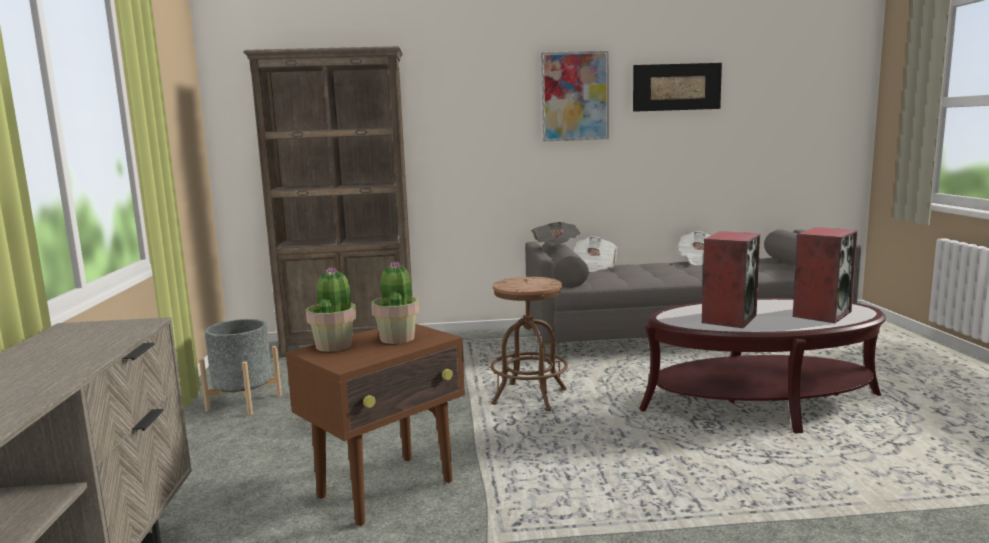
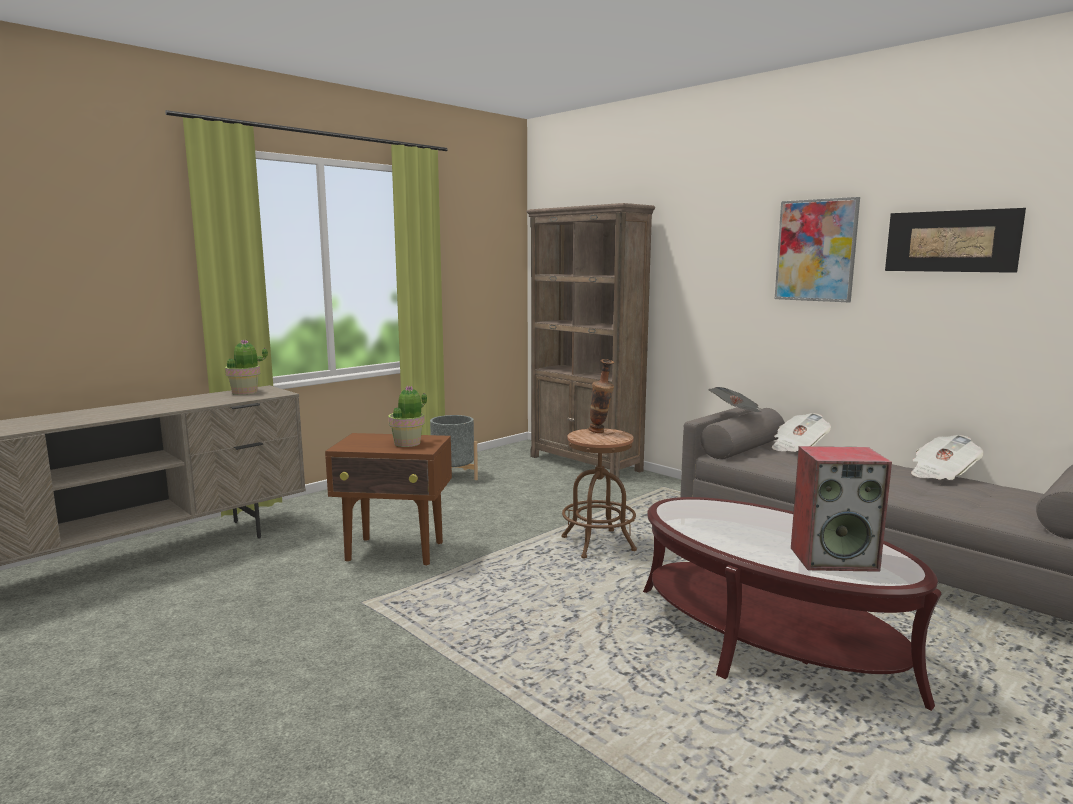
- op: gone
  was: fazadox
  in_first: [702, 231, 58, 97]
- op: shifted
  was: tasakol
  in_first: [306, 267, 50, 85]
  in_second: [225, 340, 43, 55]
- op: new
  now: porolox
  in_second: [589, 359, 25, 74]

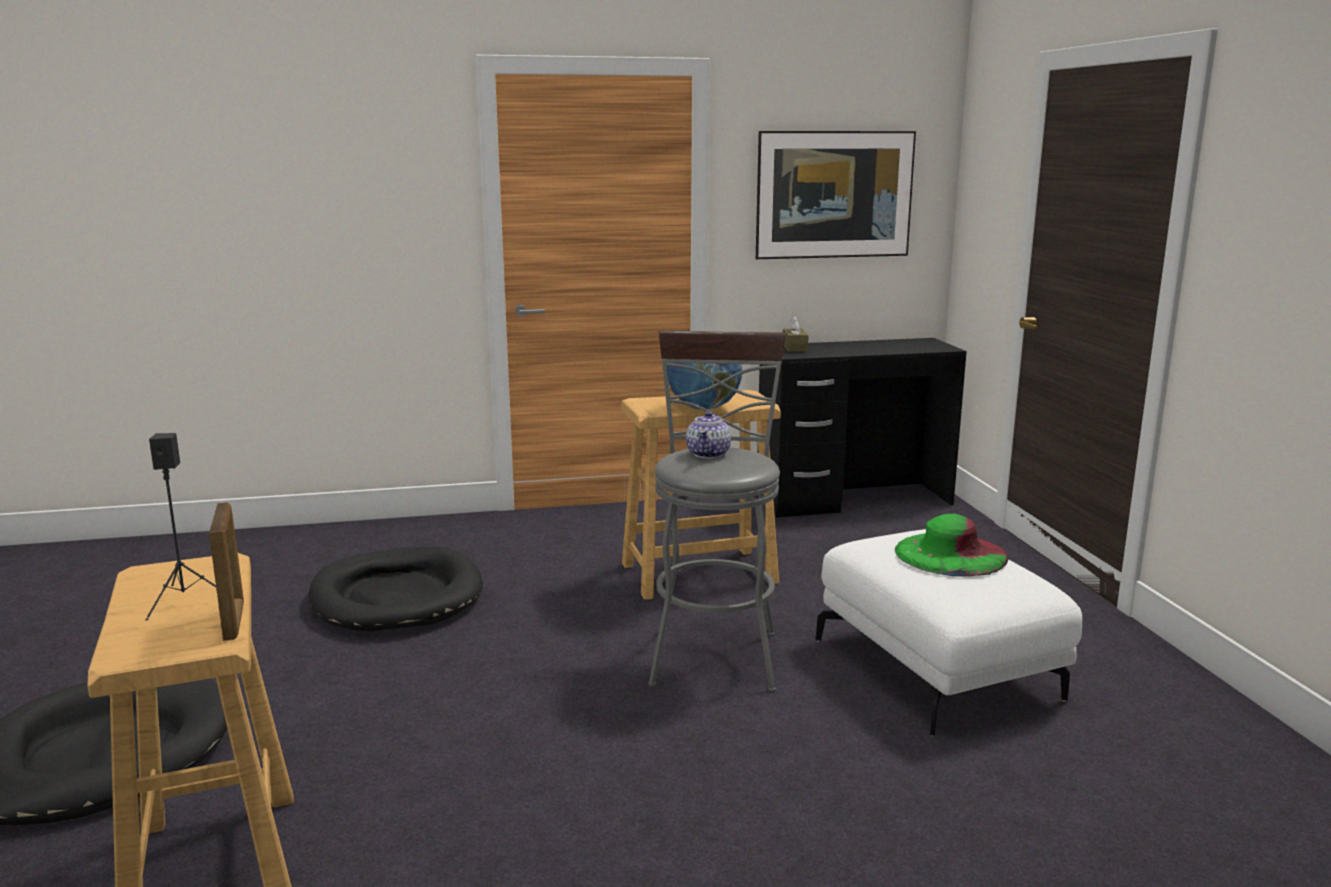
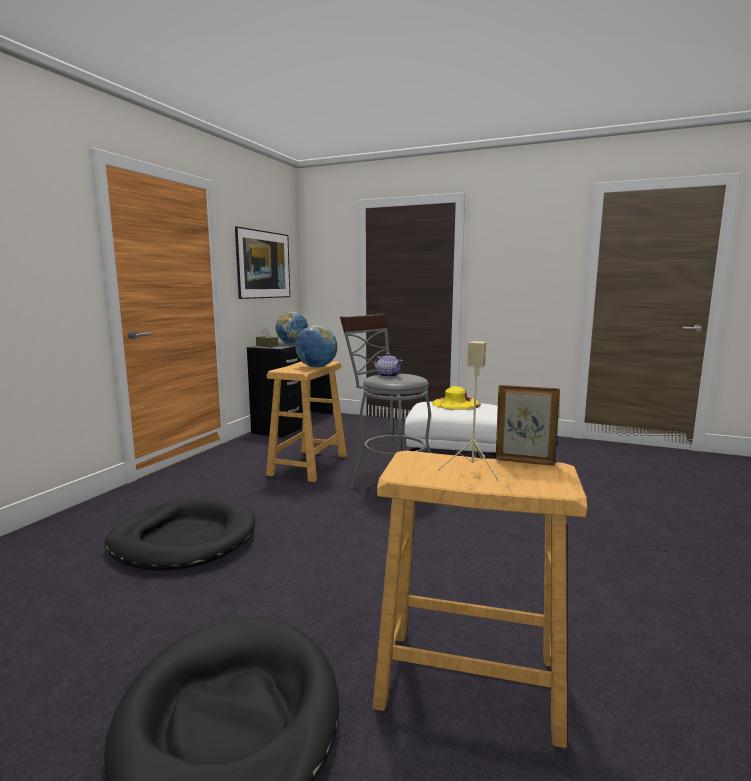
- op: repainted
  was: black fazadox
  now: beige fazadox
  in_first: [145, 433, 71, 187]
  in_second: [438, 341, 61, 140]
- op: repainted
  was: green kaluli
  now: yellow kaluli
  in_first: [895, 514, 113, 63]
  in_second: [432, 386, 49, 24]
- op: new
  now: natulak
  in_second: [276, 311, 32, 33]

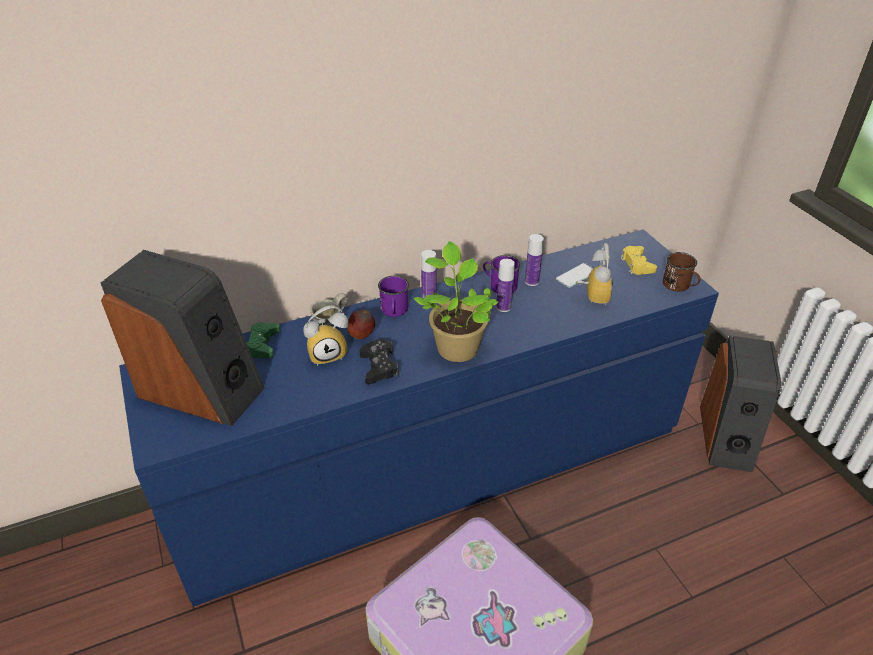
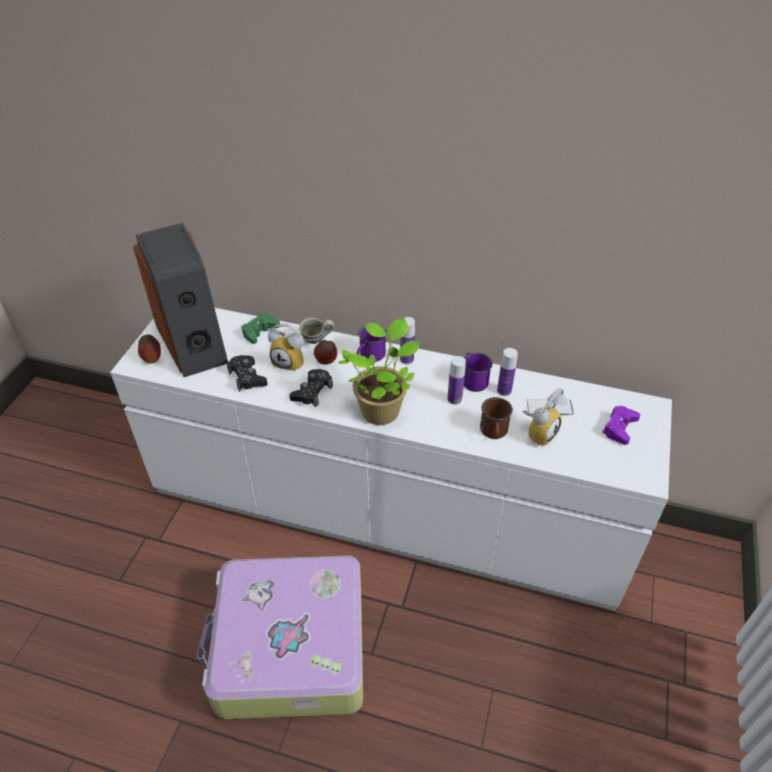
- op: repainted
  was: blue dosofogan
  now: white dosofogan
  in_first: [119, 229, 600, 378]
  in_second: [110, 308, 562, 303]
- op: repainted
  was: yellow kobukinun
  now: purple kobukinun
  in_first: [620, 246, 37, 29]
  in_second: [602, 406, 38, 39]
- op: shifted
  was: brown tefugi
  in_first: [663, 252, 38, 39]
  in_second: [480, 397, 33, 42]
- op: gone
  was: fazadox
  in_first: [700, 335, 81, 137]
- op: new
  now: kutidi
  in_second: [138, 334, 23, 30]
- op: new
  now: black kobukinun
  in_second: [227, 355, 40, 37]

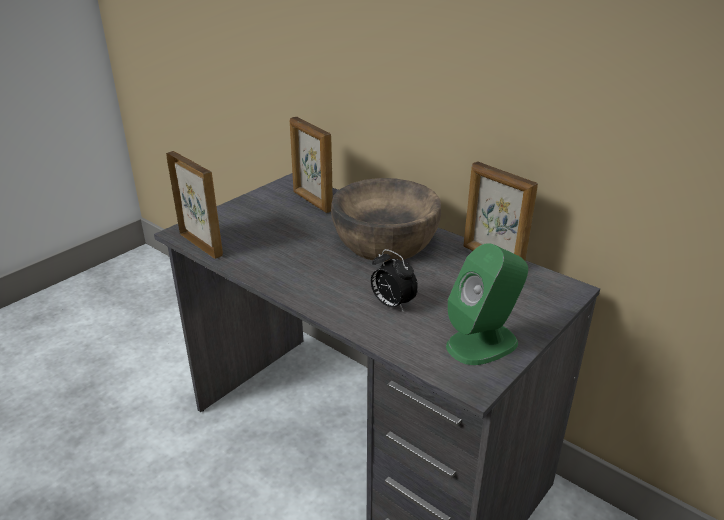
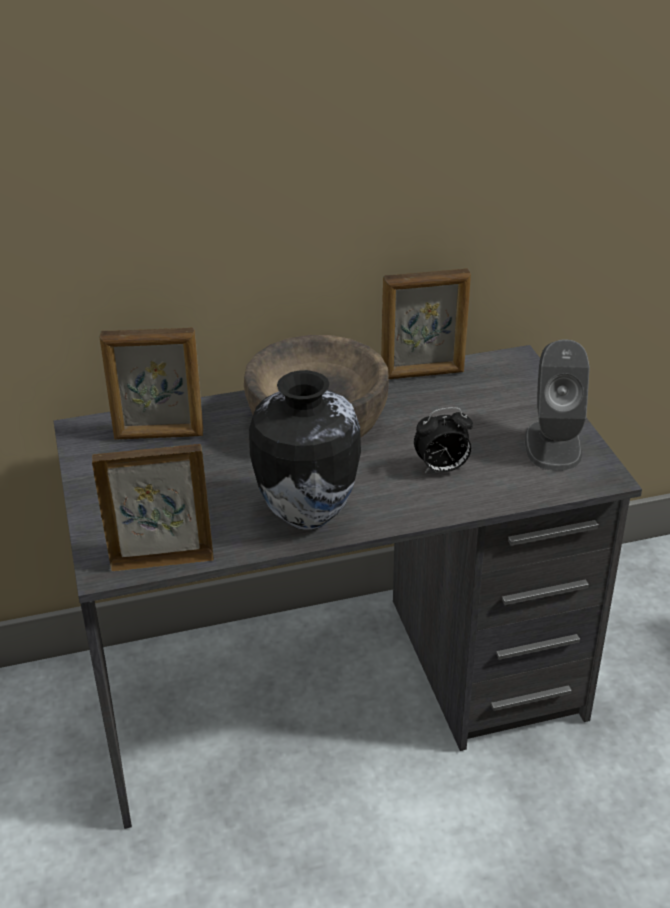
- op: repainted
  was: green fazadox
  now: grey fazadox
  in_first: [446, 243, 82, 122]
  in_second: [525, 339, 65, 132]
- op: new
  now: porolox
  in_second: [249, 370, 112, 160]

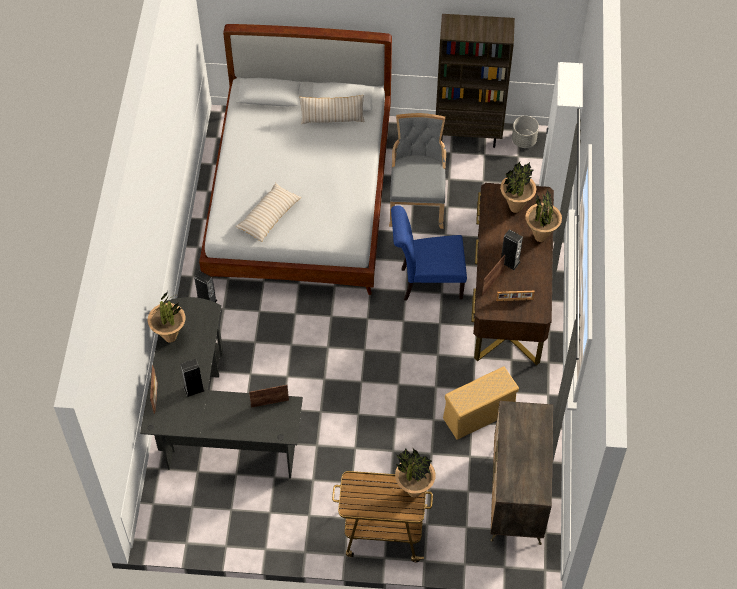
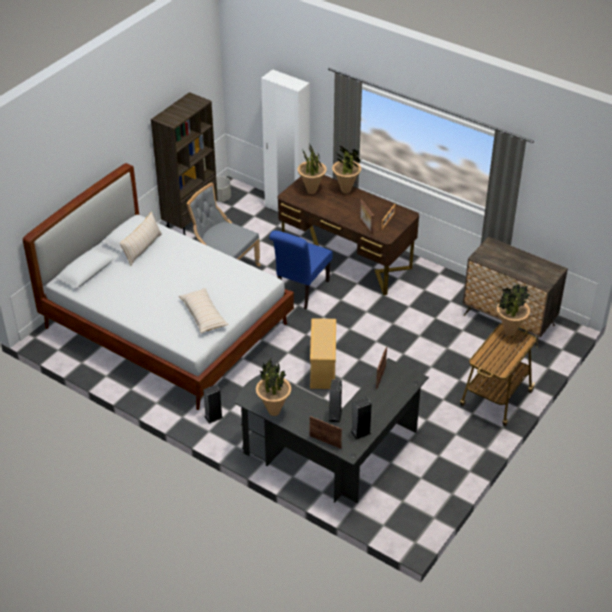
- op: shifted
  was: fazadox
  in_first: [501, 229, 22, 41]
  in_second: [350, 397, 22, 42]
- op: shifted
  was: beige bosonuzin
  in_first: [443, 366, 76, 74]
  in_second: [310, 318, 26, 71]

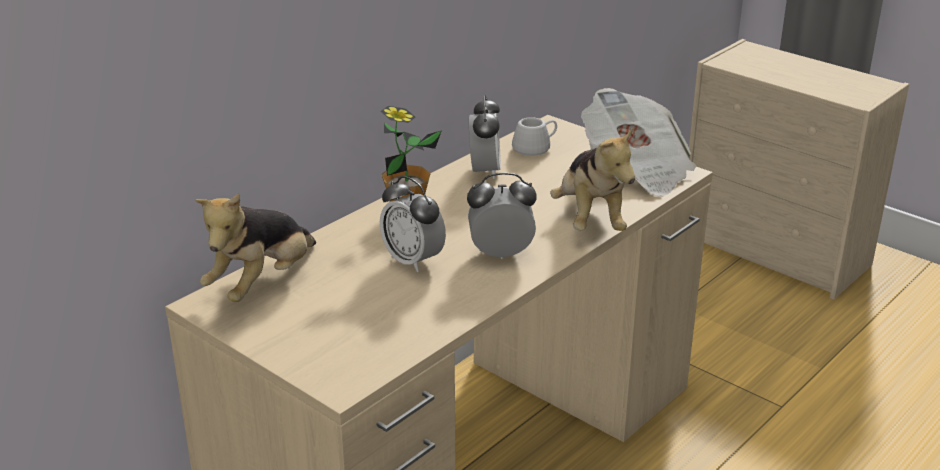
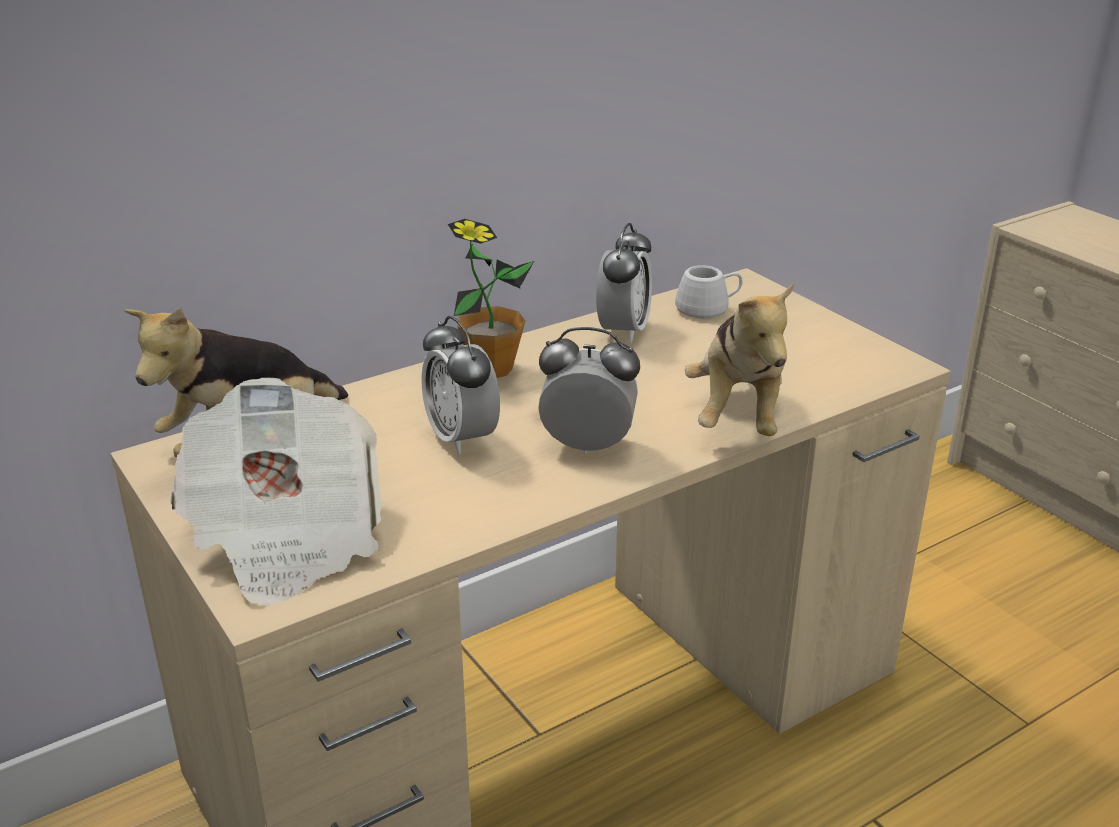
- op: shifted
  was: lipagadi
  in_first: [581, 88, 115, 109]
  in_second: [169, 378, 212, 228]

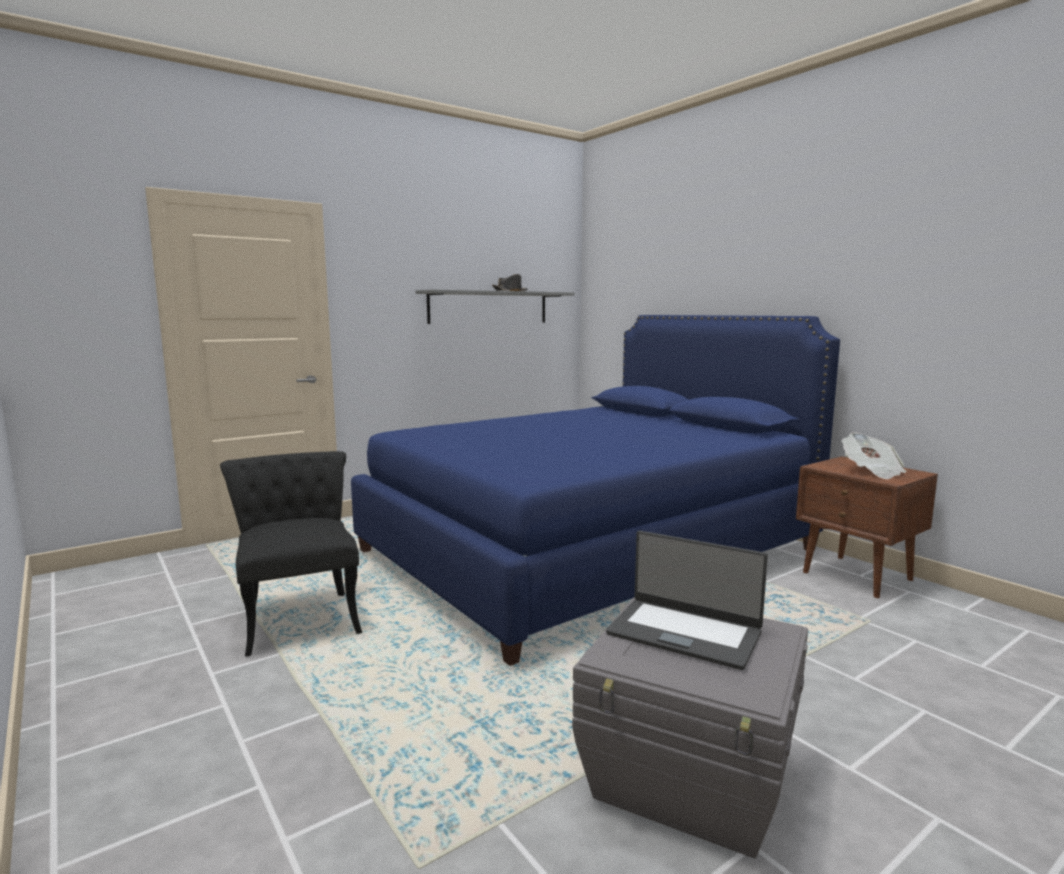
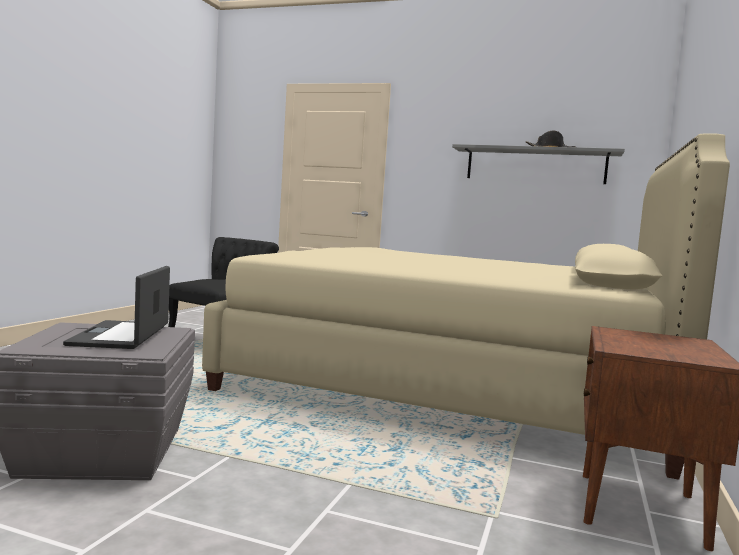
- op: repainted
  was: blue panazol
  now: beige panazol
  in_first: [351, 315, 489, 351]
  in_second: [202, 133, 528, 347]
- op: gone
  was: lipagadi
  in_first: [842, 433, 65, 46]

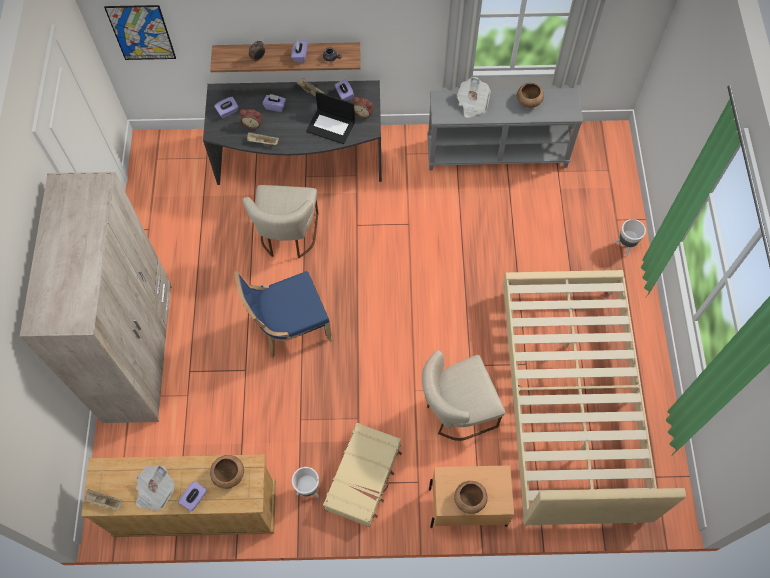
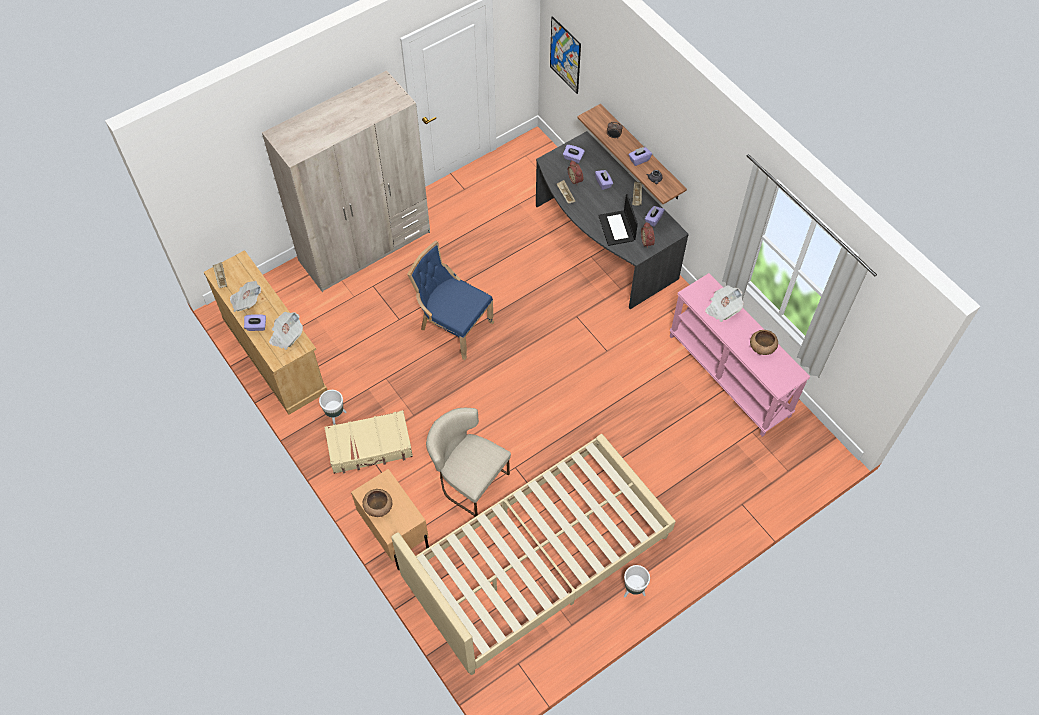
- op: repainted
  was: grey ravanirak
  now: pink ravanirak
  in_first: [427, 88, 156, 82]
  in_second: [670, 273, 140, 164]
- op: gone
  was: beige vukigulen
  in_first: [243, 185, 75, 73]
- op: shifted
  was: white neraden
  in_first: [615, 219, 31, 38]
  in_second: [624, 565, 26, 33]
- op: swapped
  was: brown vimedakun
  now: lipagadi
  in_first: [210, 455, 34, 34]
  in_second: [269, 312, 34, 38]

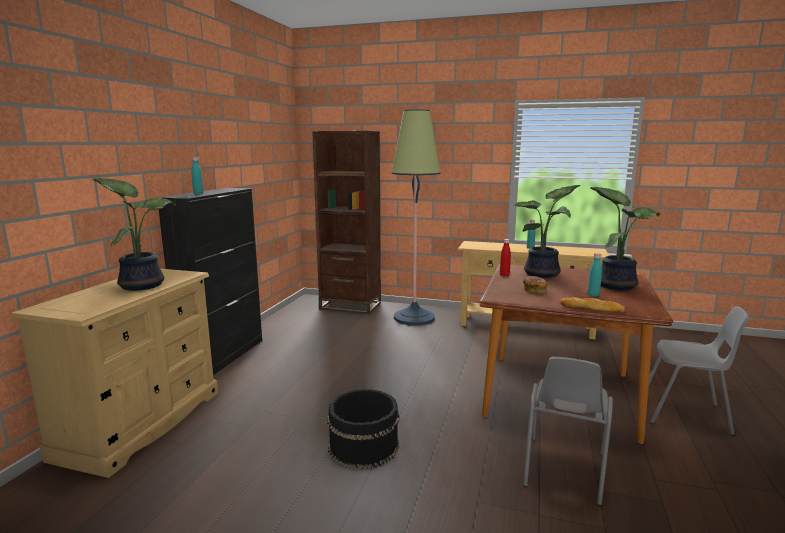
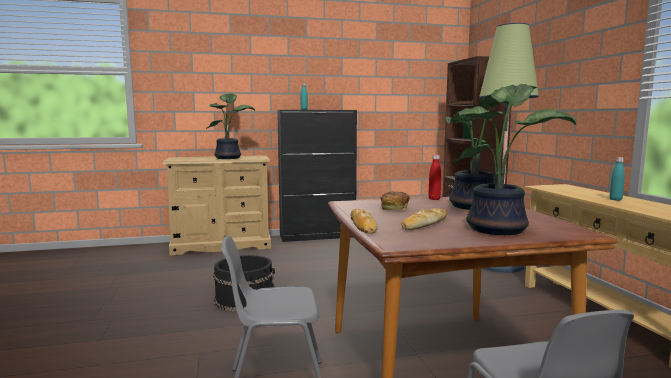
- op: swapped
  was: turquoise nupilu
  now: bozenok
  in_first: [588, 253, 14, 44]
  in_second: [401, 208, 46, 22]

